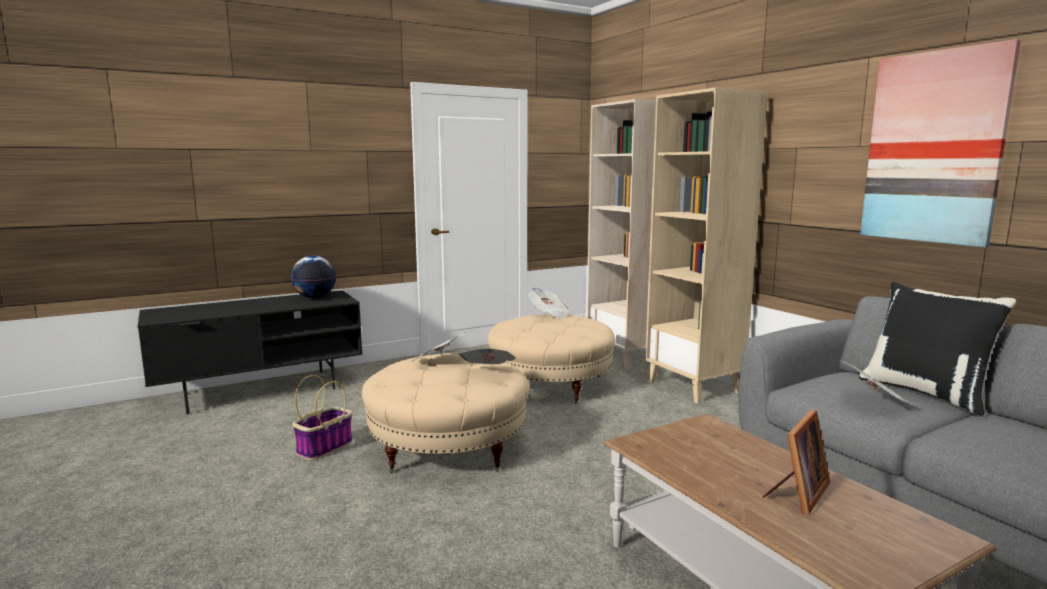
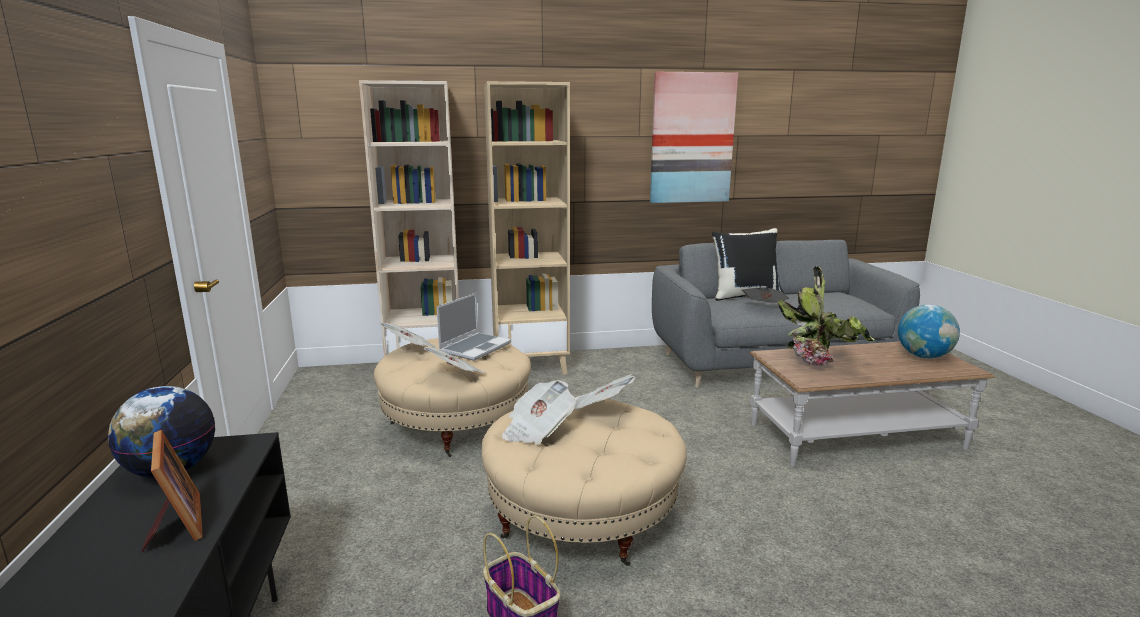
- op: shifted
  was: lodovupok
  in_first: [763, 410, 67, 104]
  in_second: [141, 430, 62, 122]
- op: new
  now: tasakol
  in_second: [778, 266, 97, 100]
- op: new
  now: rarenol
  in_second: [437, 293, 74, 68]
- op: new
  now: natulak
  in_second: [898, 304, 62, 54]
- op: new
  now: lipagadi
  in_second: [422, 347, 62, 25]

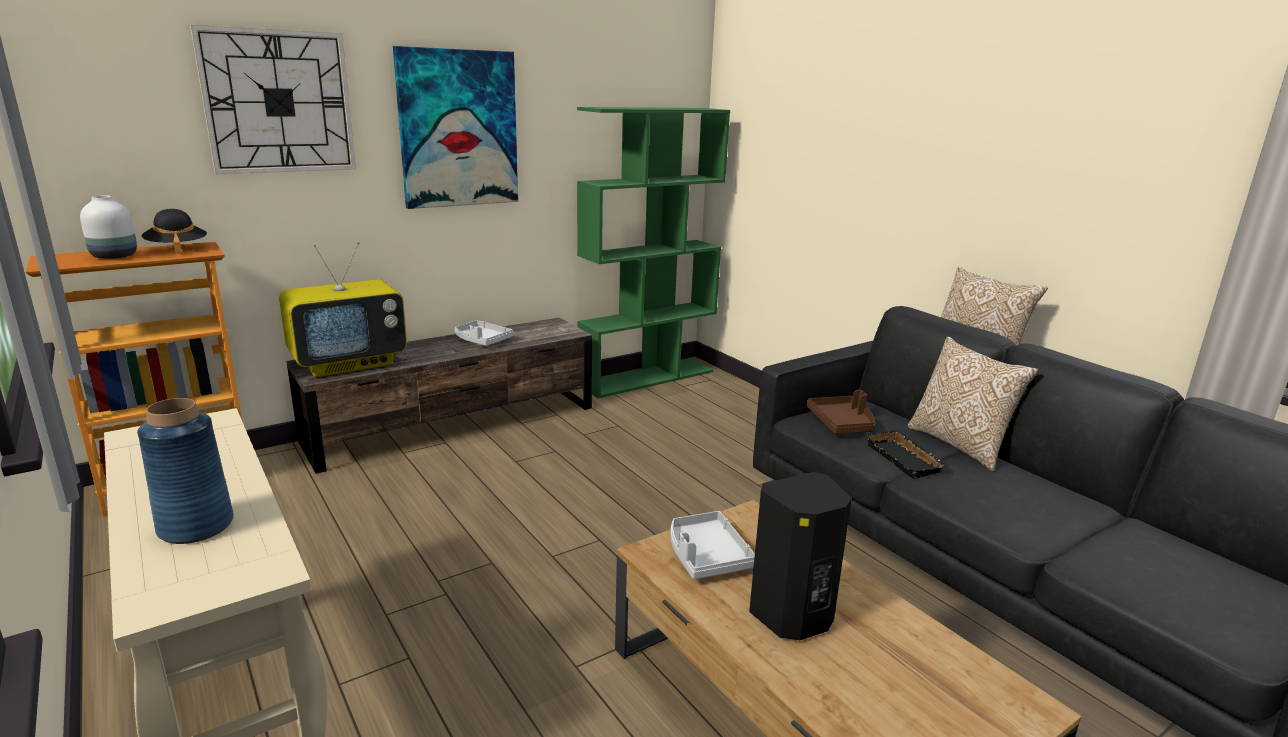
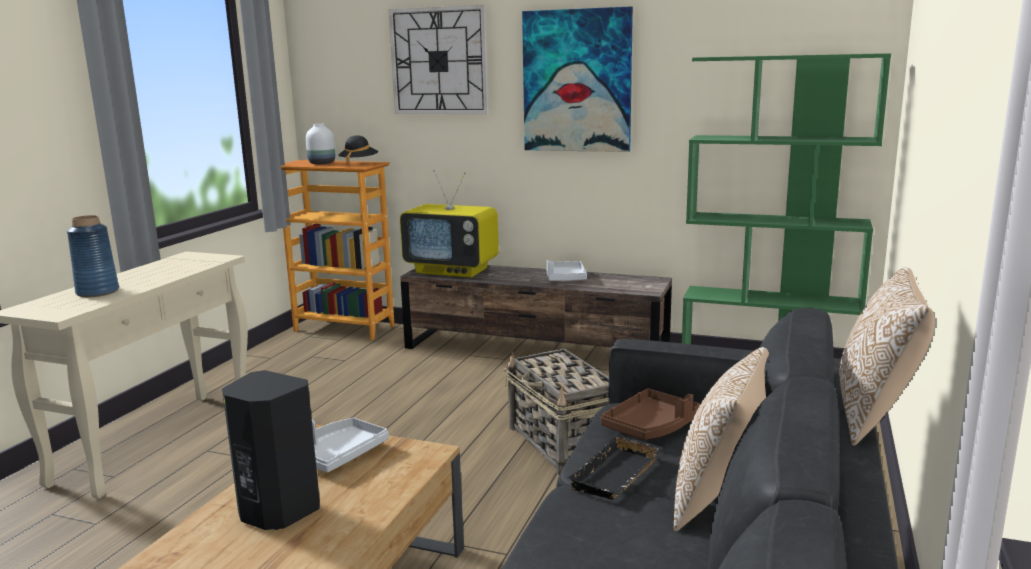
- op: new
  now: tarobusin
  in_second: [504, 349, 105, 126]

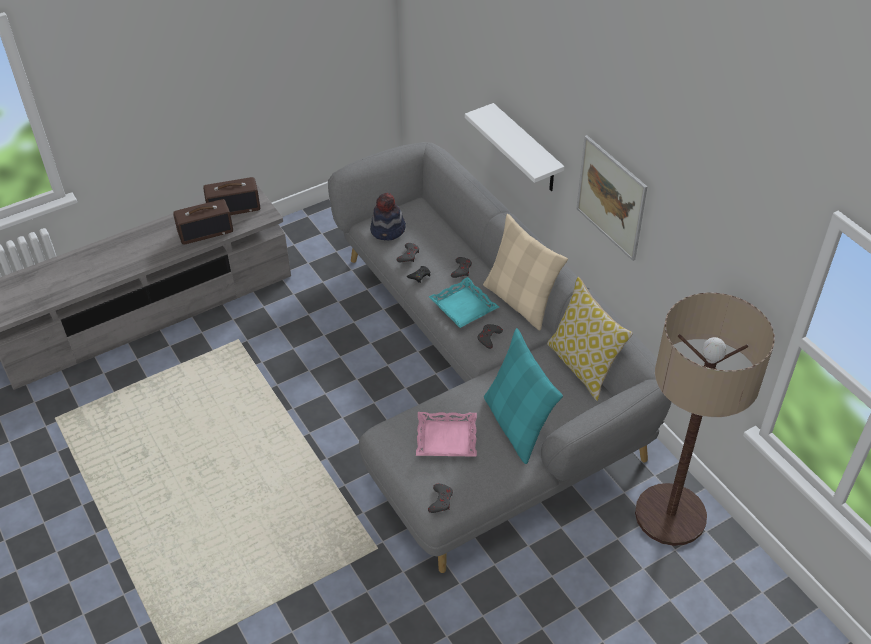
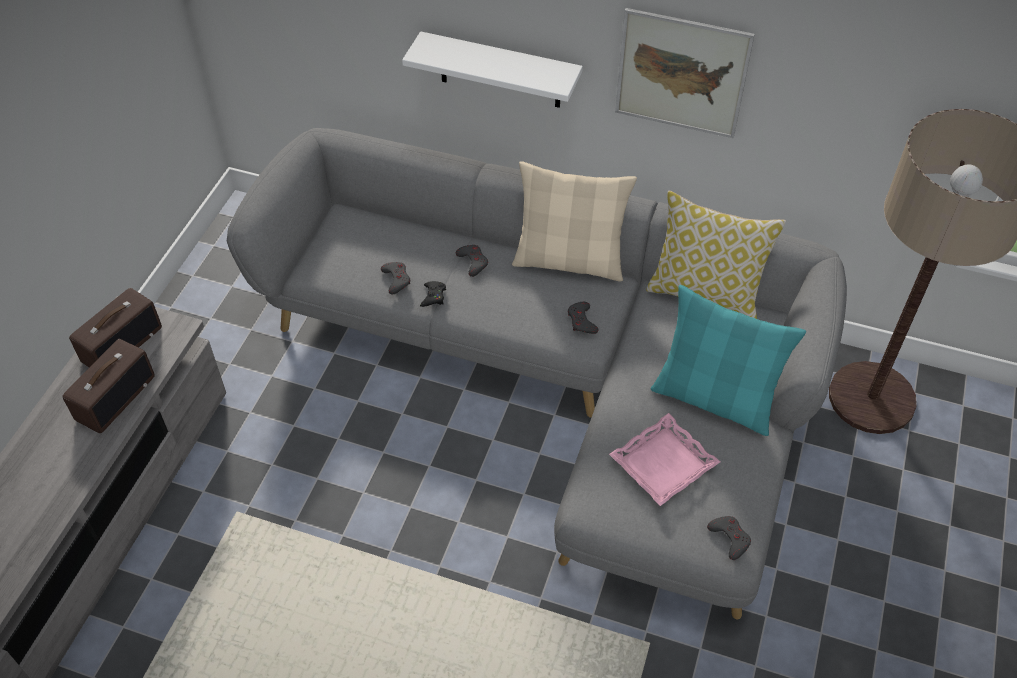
- op: gone
  was: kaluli
  in_first: [370, 193, 36, 47]
- op: gone
  was: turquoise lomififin
  in_first: [429, 277, 70, 51]

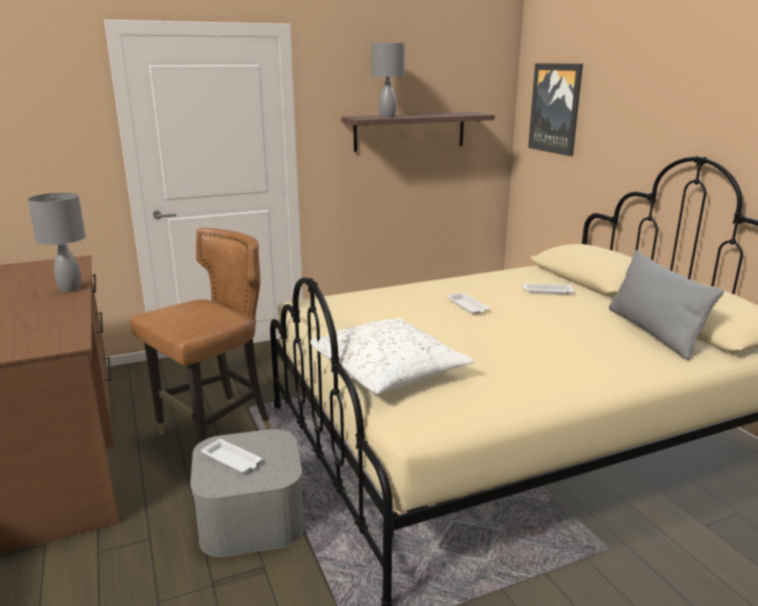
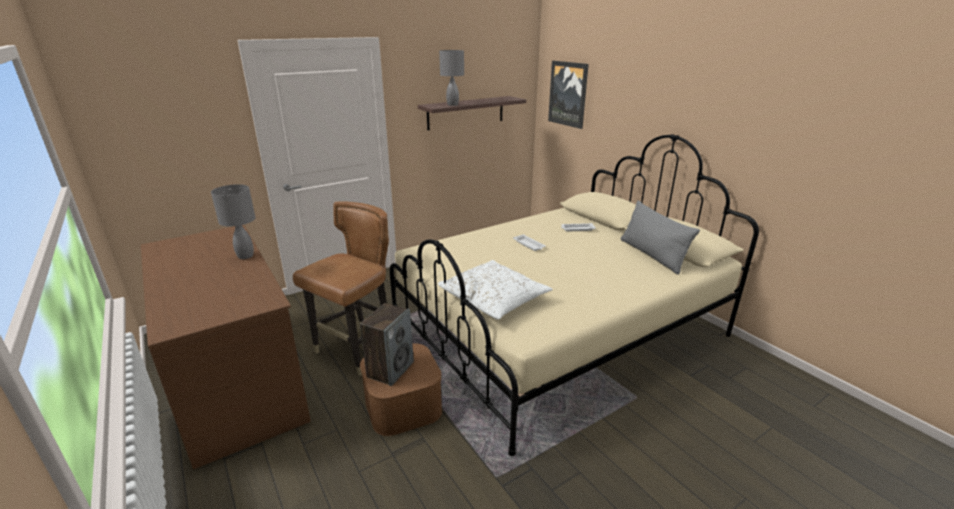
- op: repainted
  was: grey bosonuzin
  now: brown bosonuzin
  in_first: [190, 429, 114, 128]
  in_second: [360, 343, 82, 93]
- op: swapped
  was: white lomififin
  now: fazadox
  in_first: [201, 438, 61, 35]
  in_second: [360, 303, 54, 83]

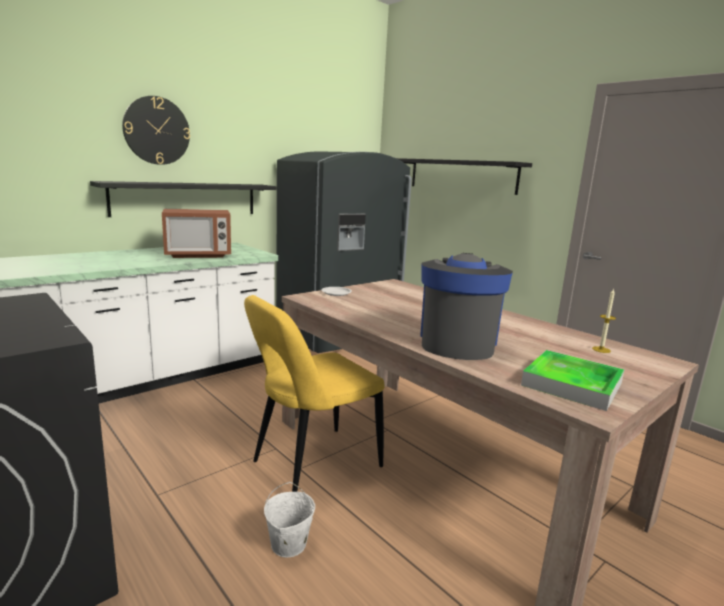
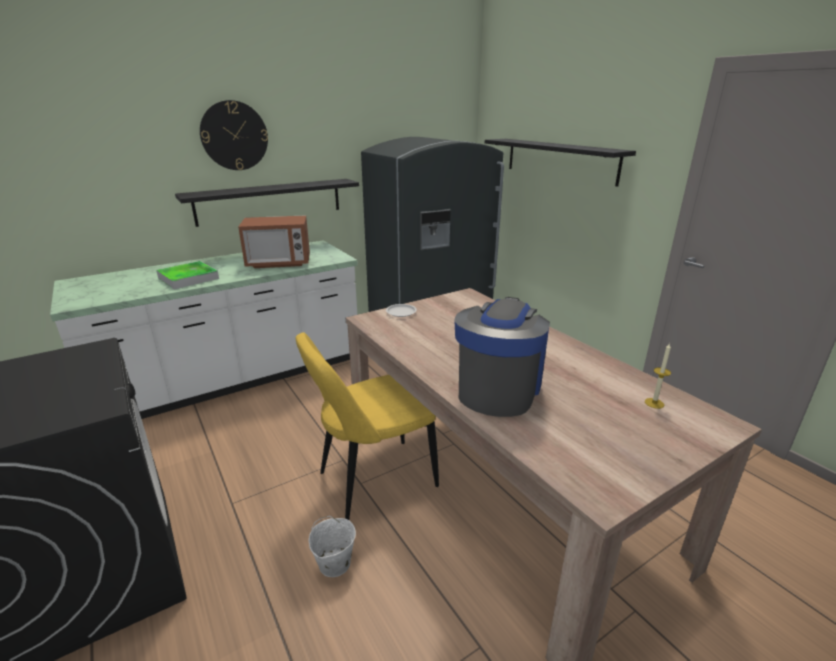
- op: shifted
  was: lomififin
  in_first: [521, 350, 103, 61]
  in_second: [156, 261, 63, 29]

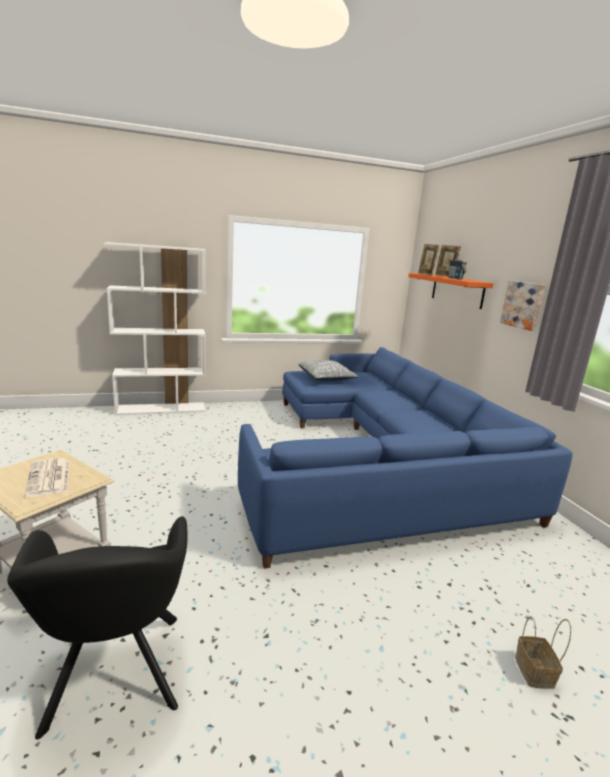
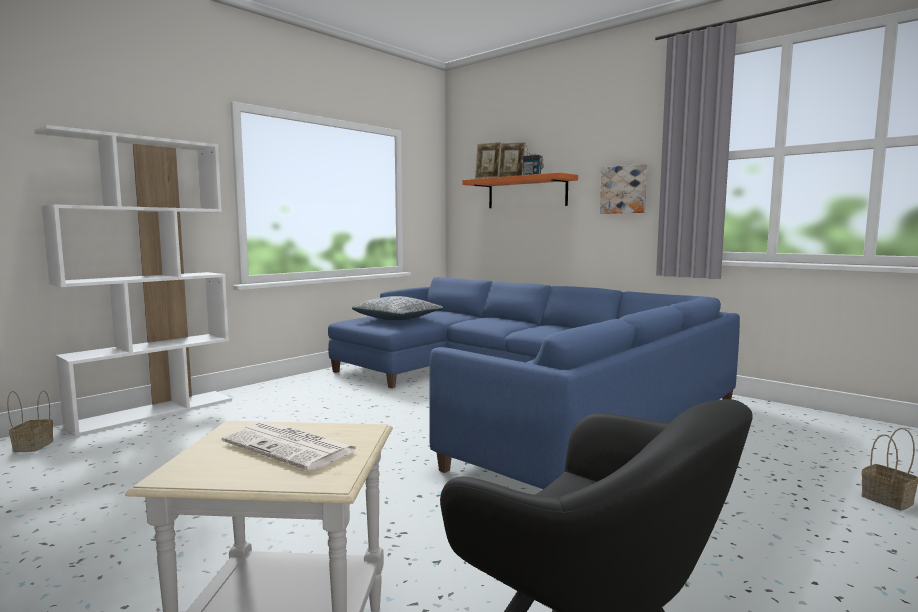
- op: new
  now: tarobusin
  in_second: [7, 390, 46, 62]

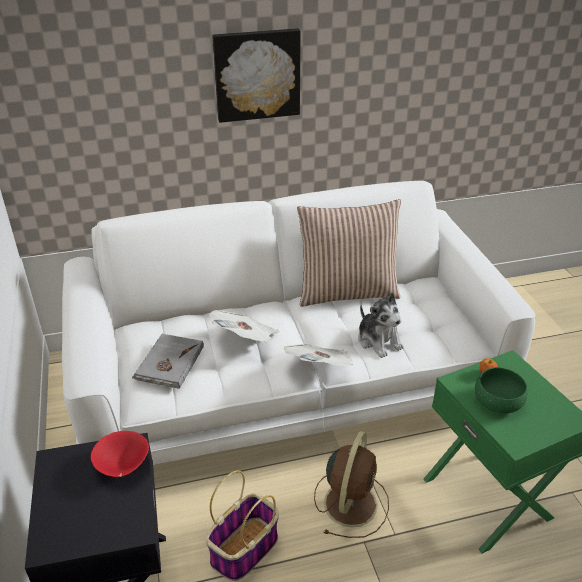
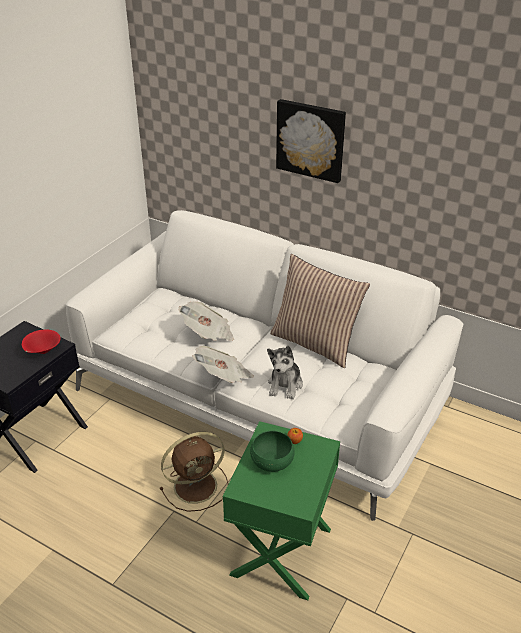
- op: gone
  was: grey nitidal
  in_first: [132, 334, 72, 55]
- op: gone
  was: tarobusin
  in_first: [205, 470, 74, 111]

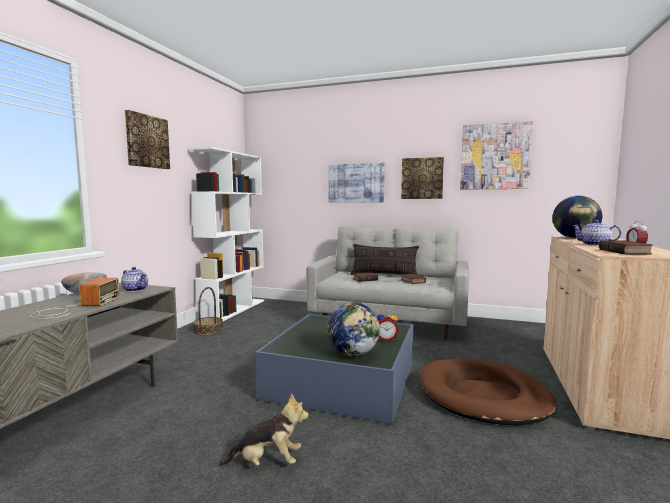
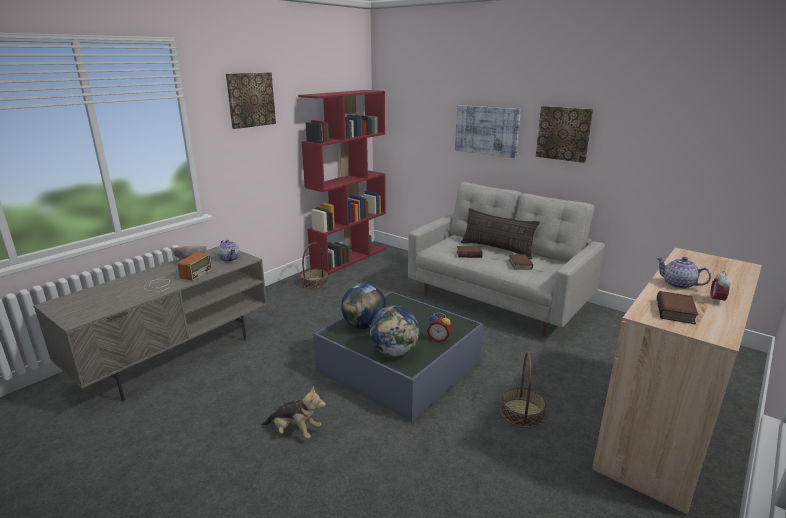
- op: gone
  was: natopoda
  in_first: [460, 121, 73, 69]
- op: repainted
  was: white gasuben
  now: red gasuben
  in_first: [189, 147, 75, 174]
  in_second: [298, 90, 88, 185]
- op: shifted
  was: natulak
  in_first: [552, 195, 50, 44]
  in_second: [341, 284, 45, 45]
- op: swapped
  was: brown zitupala
  now: tarobusin
  in_first: [420, 359, 137, 66]
  in_second: [500, 352, 46, 76]

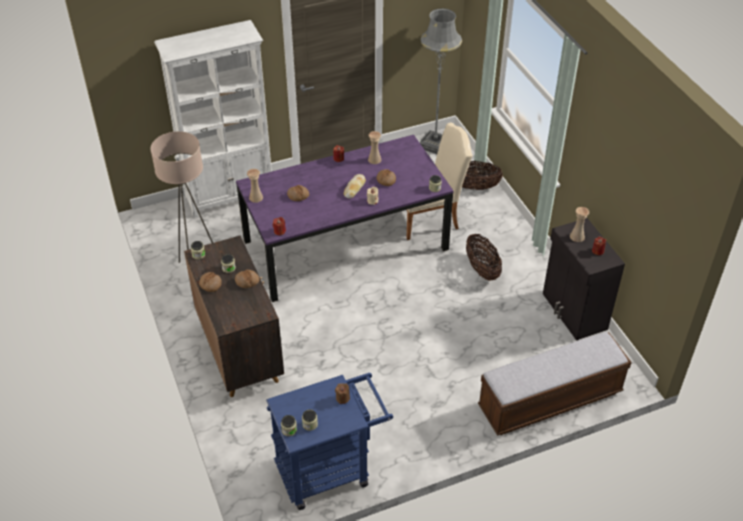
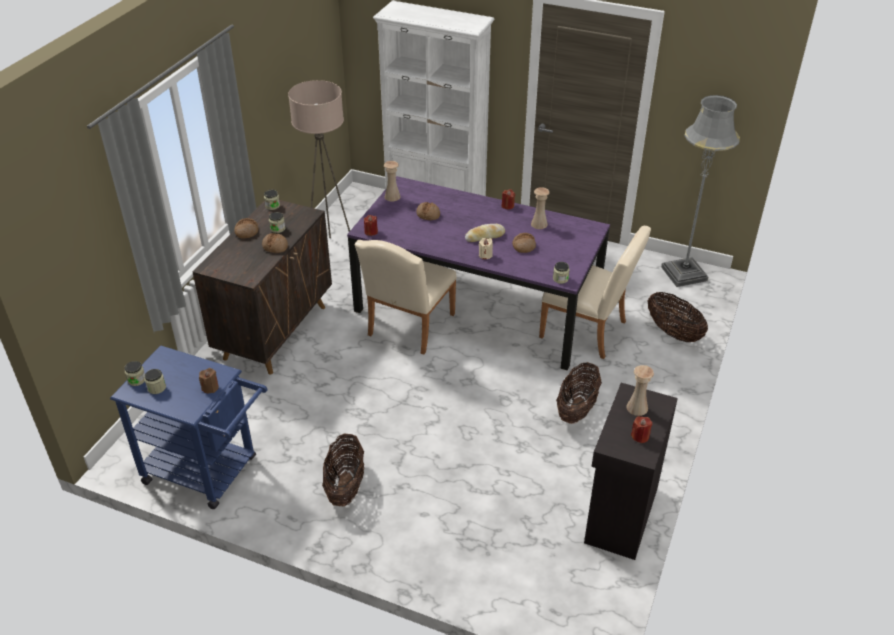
- op: gone
  was: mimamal
  in_first: [478, 332, 154, 104]
- op: new
  now: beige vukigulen
  in_second: [355, 240, 102, 115]
- op: new
  now: tarobusin
  in_second: [322, 433, 42, 74]

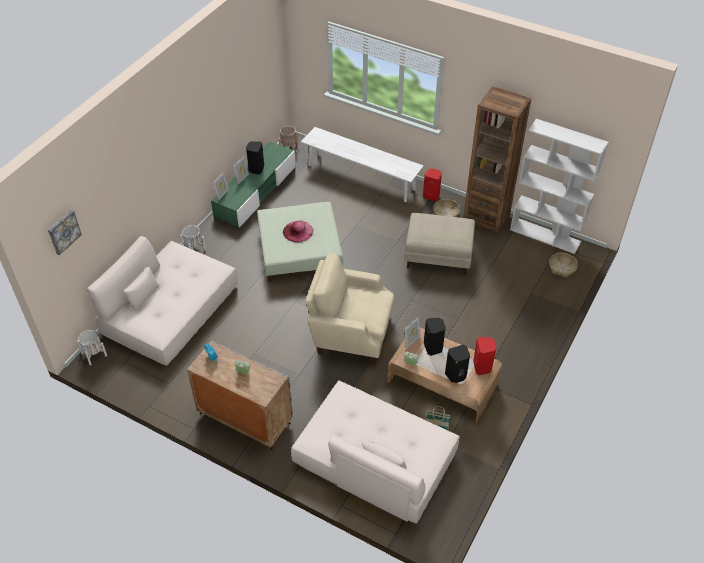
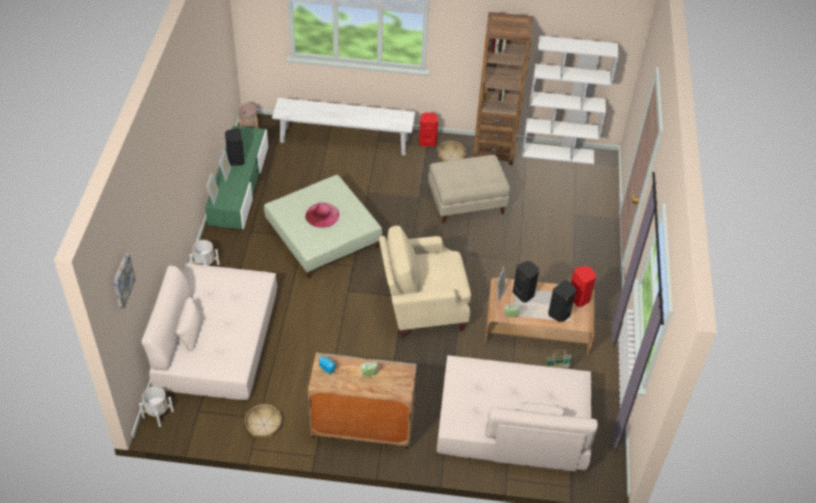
- op: shifted
  was: tarobusin
  in_first: [549, 253, 29, 25]
  in_second: [245, 404, 37, 34]

